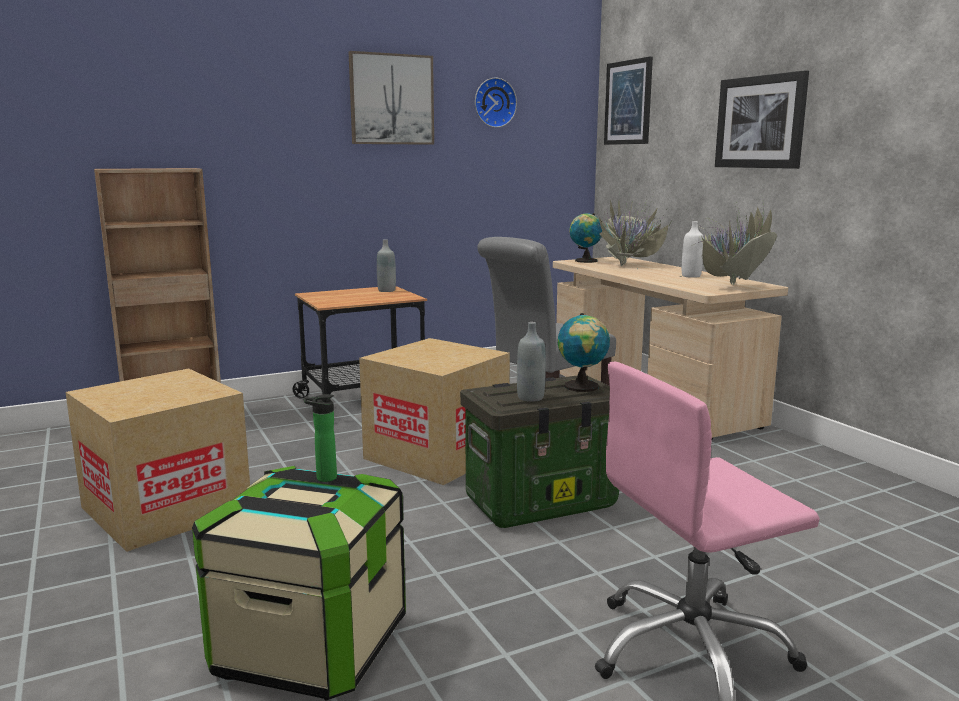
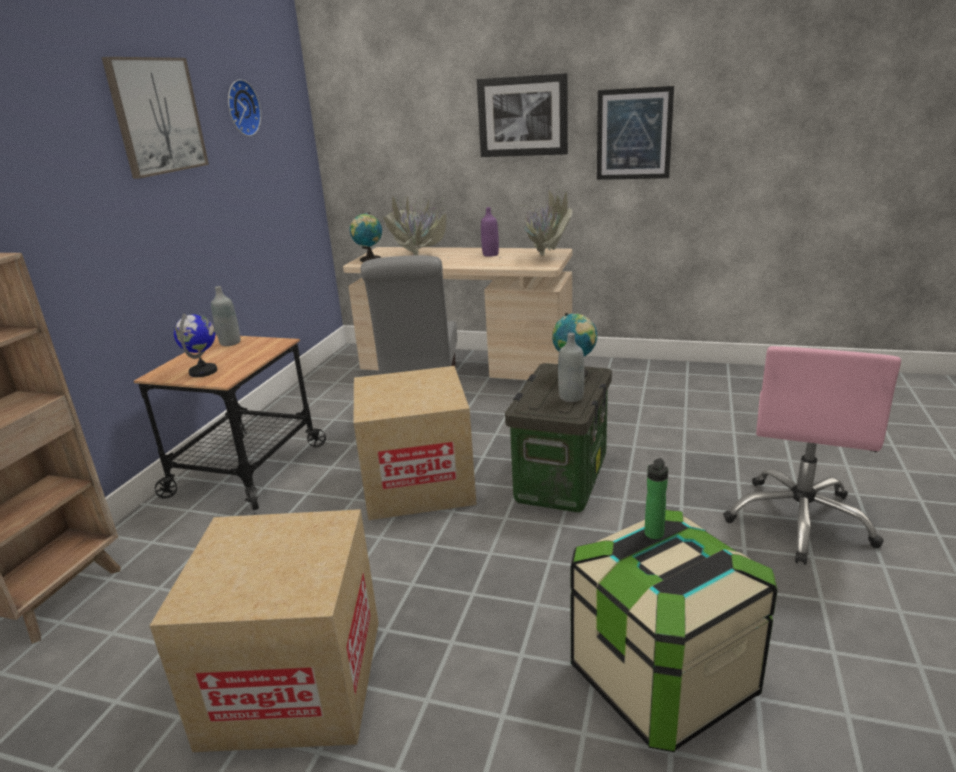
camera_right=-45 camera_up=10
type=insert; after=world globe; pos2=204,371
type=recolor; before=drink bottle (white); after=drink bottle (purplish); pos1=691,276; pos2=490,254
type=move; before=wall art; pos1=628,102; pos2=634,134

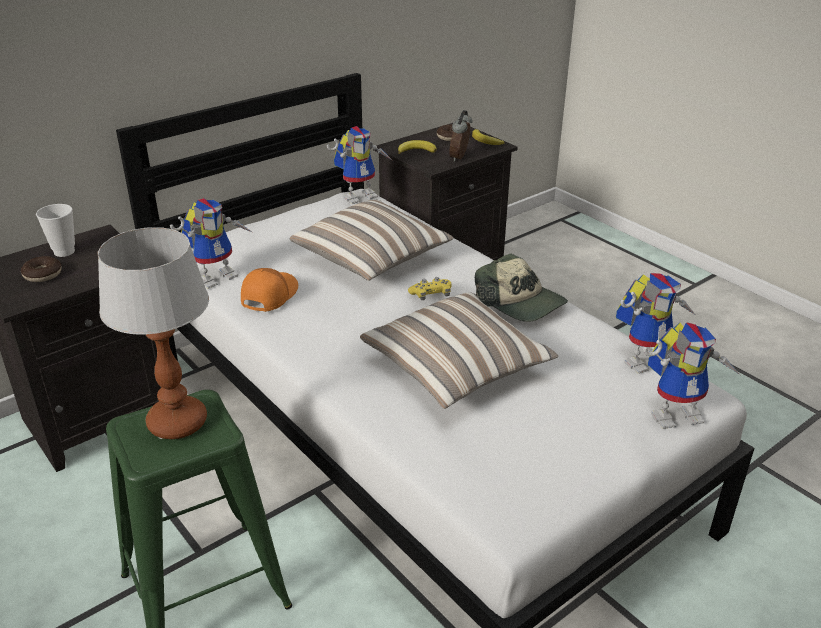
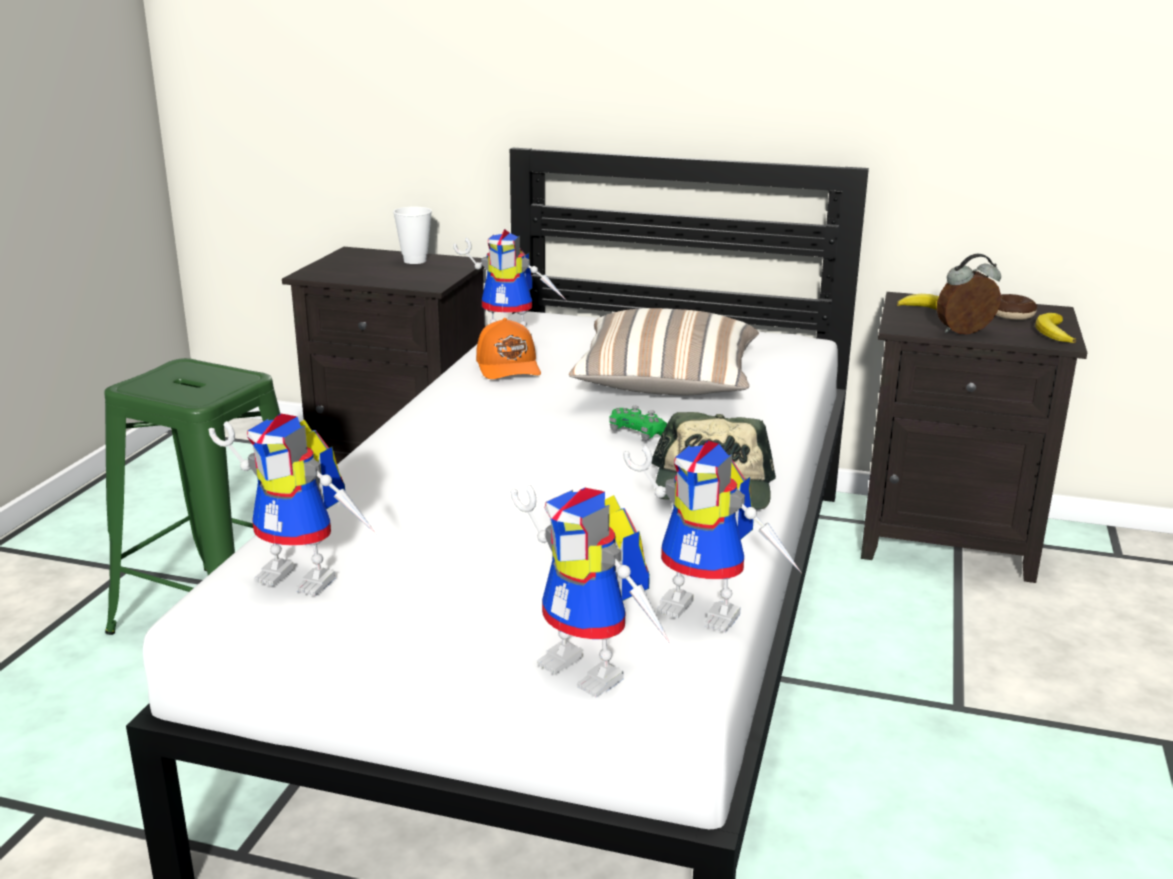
camera_right=55 camera_up=-10
type=move; before=toy robot; pos1=360,195; pos2=308,575
type=rotate; before=baseball cap (orange-coloured); pos1=268,295; pos2=509,367; turn=90
type=recolor; before=gamepad (yellow-coloured); after=gamepad (green-coloured); pos1=431,295; pos2=639,435
type=delete; before=ring doughnut; pos1=43,275
type=delete; before=tabletop lamp; pos1=177,423
type=delete; before=cushion; pos1=457,370

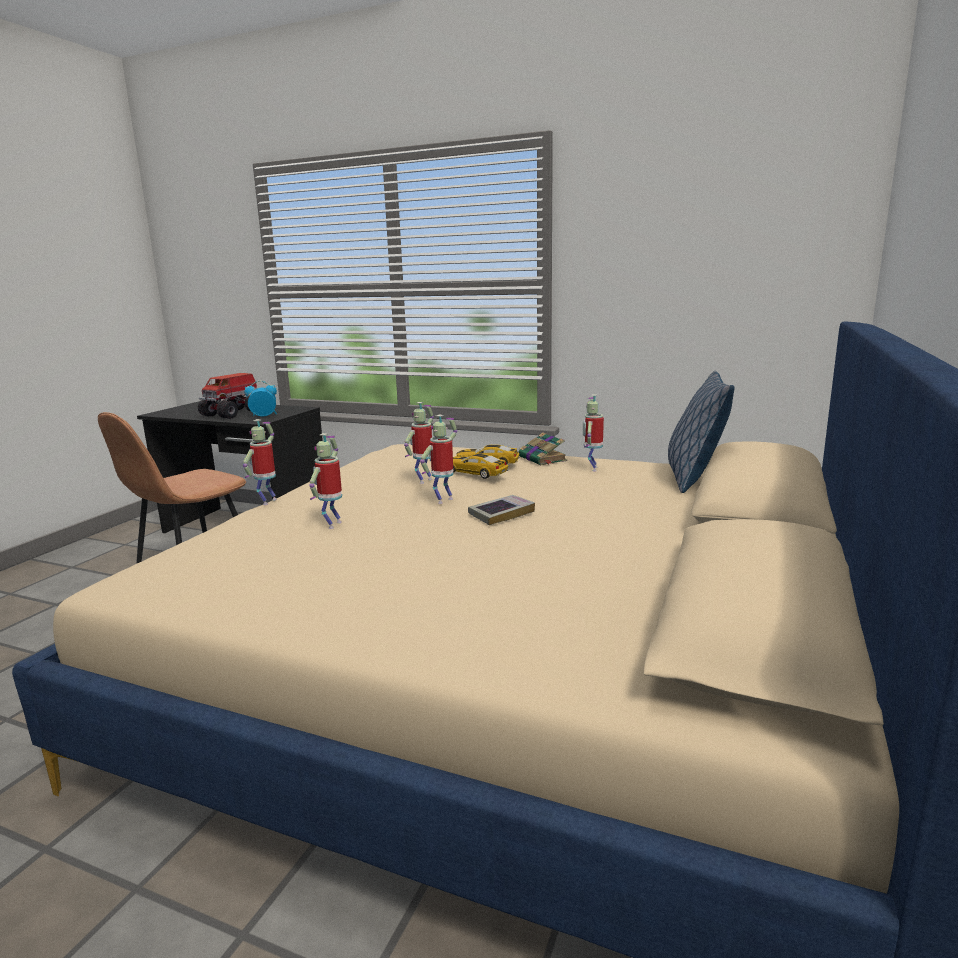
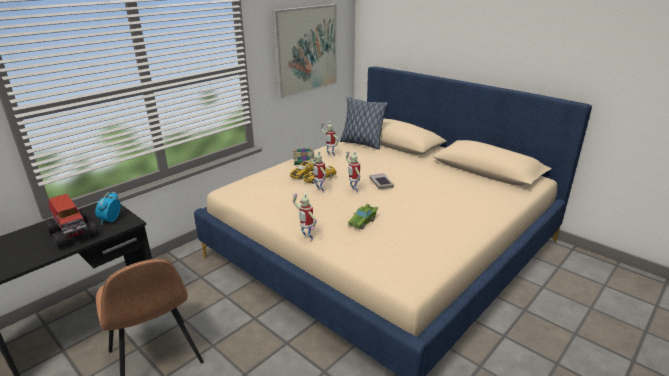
camera_right=-70 camera_up=10
type=insert; after=wall art; pos2=306,50
type=replace; before=toy robot; after=model car (green-coloured); pos1=332,524; pos2=363,222

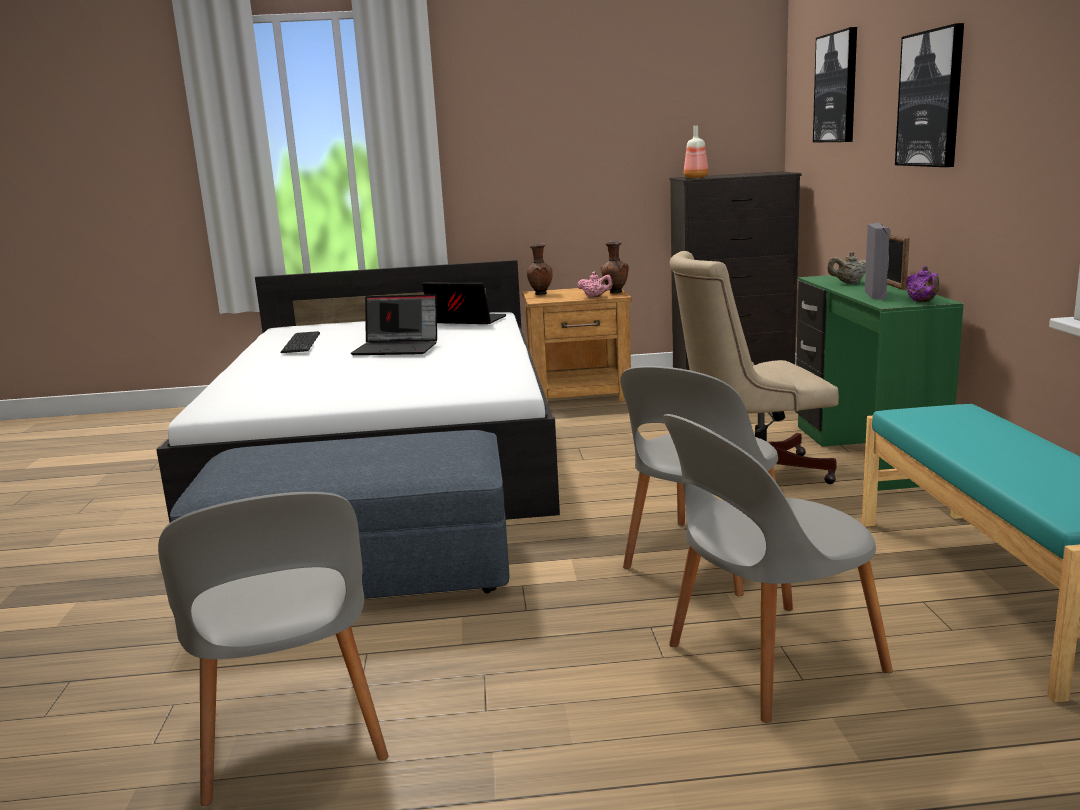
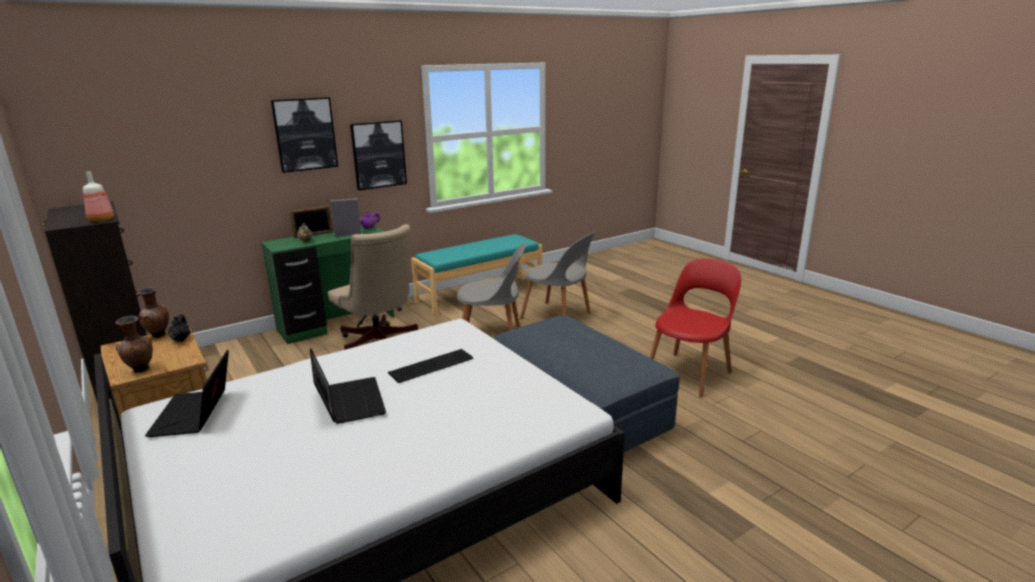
camera_right=-120 camera_up=5
type=recolor; before=teapot (pink); after=teapot (black); pos1=595,297; pos2=181,339
type=move; before=wall art; pos1=837,88; pos2=378,154
type=move; before=keyboard; pos1=303,342; pos2=429,365
type=recolor; before=upright chair (gray); after=upright chair (red-coloured); pos1=290,736; pos2=690,373

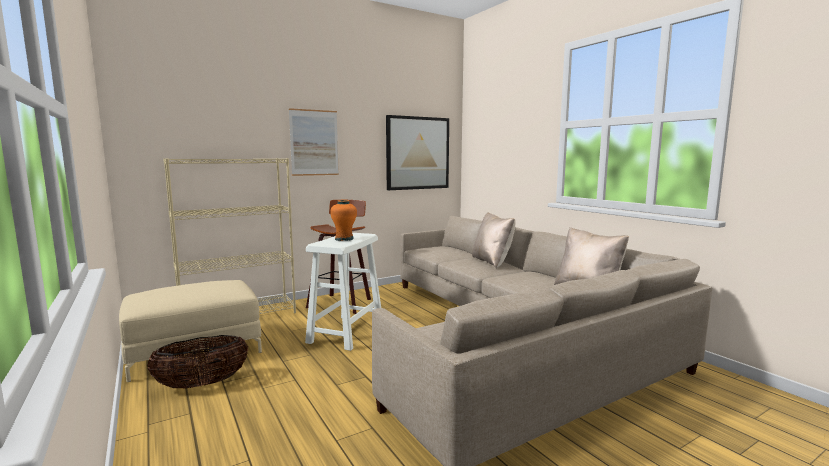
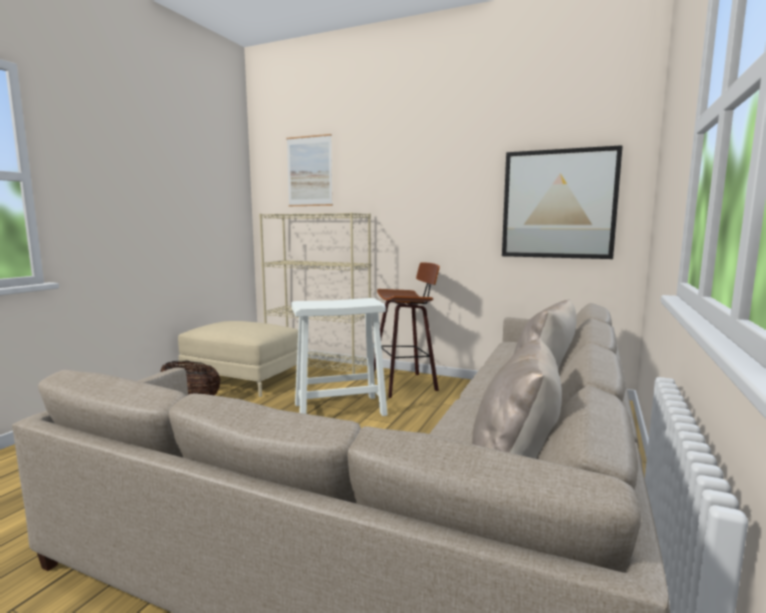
camera_right=55 camera_up=0
type=move; before=wall art; pos1=314,143; pos2=309,171
type=delete; before=decorative vase (orange-coloured); pos1=344,239

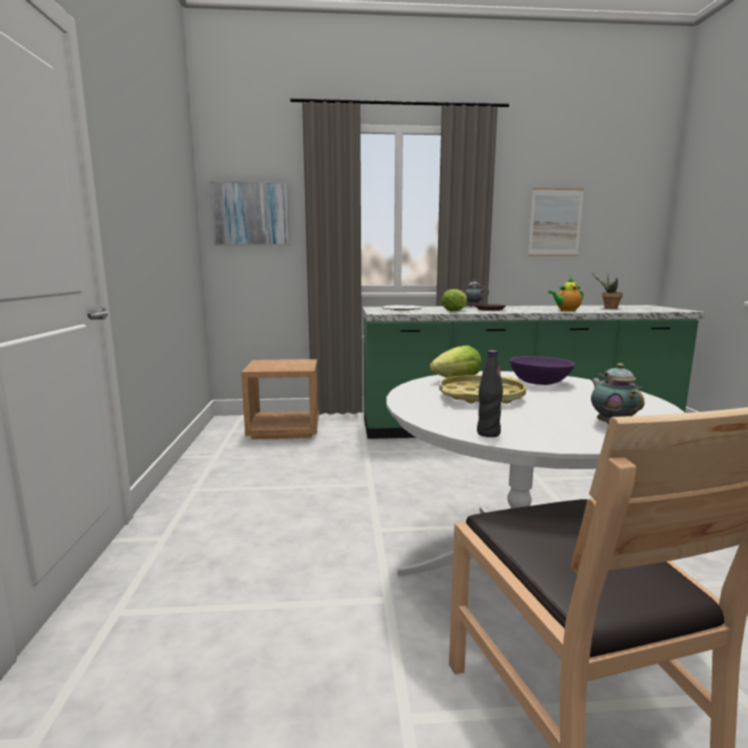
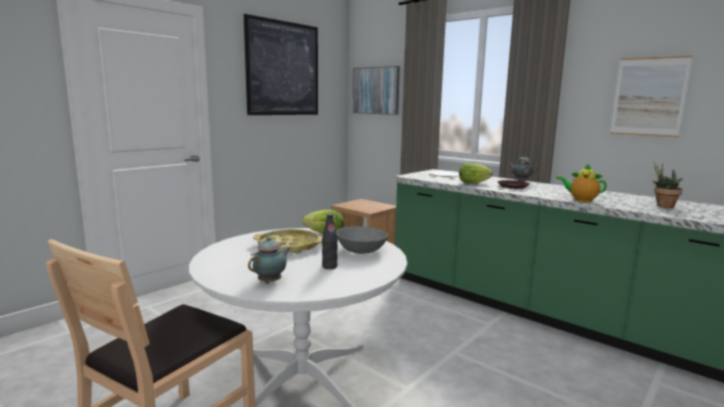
camera_right=45 camera_up=0
type=insert; after=wall art; pos2=283,69
type=move; before=drink bottle (black); pos1=488,433; pos2=329,267
type=recolor; before=bowl (purplish); after=bowl (gray); pos1=540,383; pos2=360,251

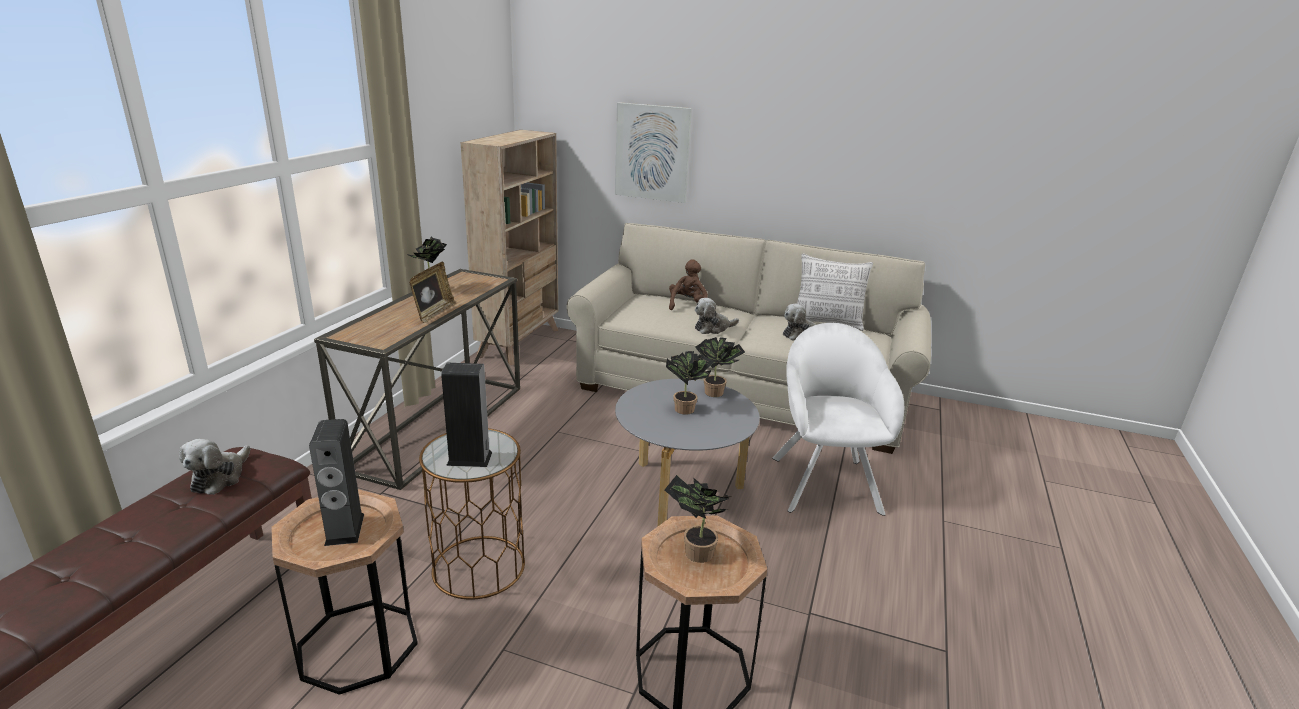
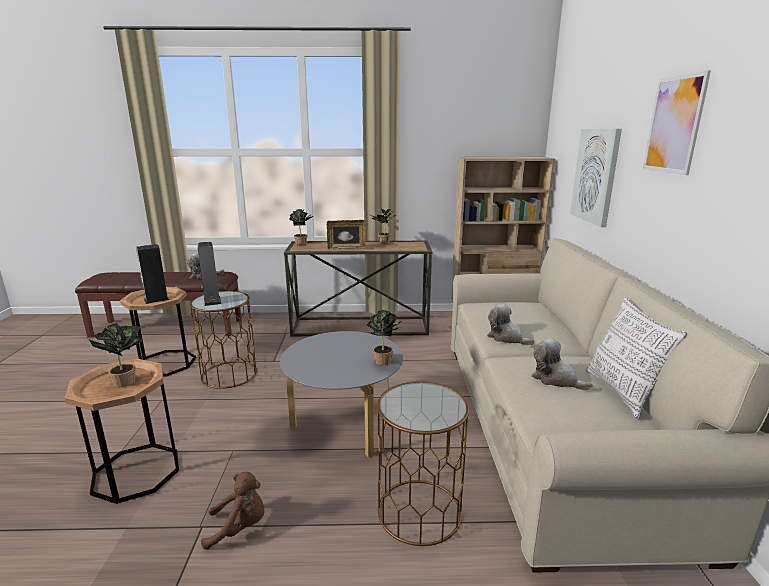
camera_right=70 camera_up=-5
type=move; before=cuddly toy (brown); pos1=687,306; pos2=239,527
type=move; before=potted plant; pos1=686,408; pos2=302,243
type=replace; before=easy chair (white); after=side table (brown); pos1=824,480; pos2=419,511
type=insert; after=wall art; pos2=674,125

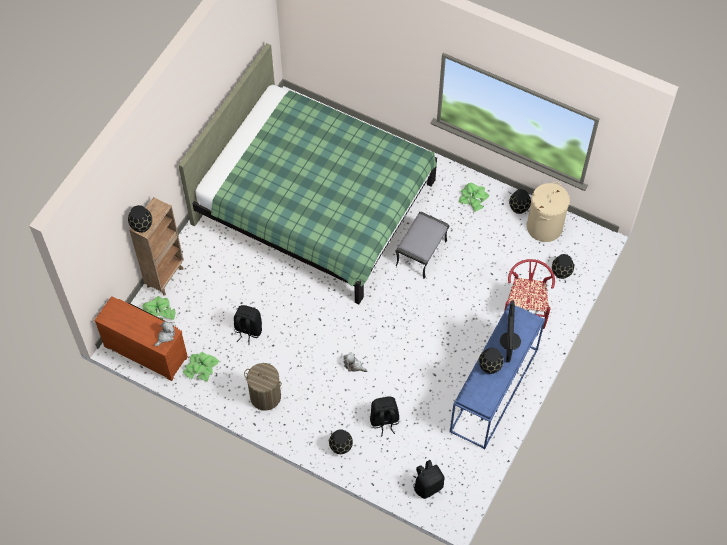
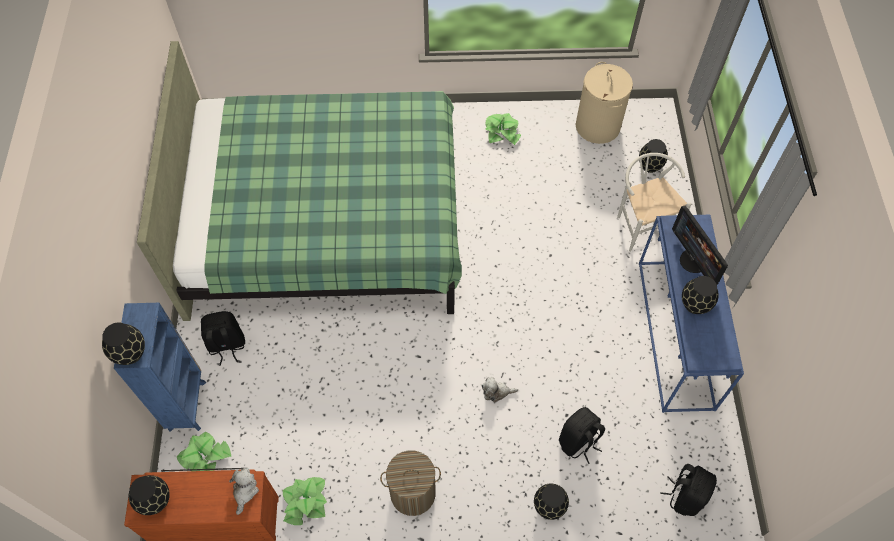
camera_right=-30 camera_up=0
type=recolor; before=shelving unit (brown); after=shelving unit (blue); pos1=165,276; pos2=187,404
type=move; before=decorative vase (black); pos1=518,208; pos2=155,501
type=move; before=rucksack (black); pos1=248,330; pos2=226,345
type=recolor; before=upright chair (red-coloured); after=upright chair (white); pos1=525,309; pos2=642,223
type=delete; before=ottoman (gray); pos1=421,252

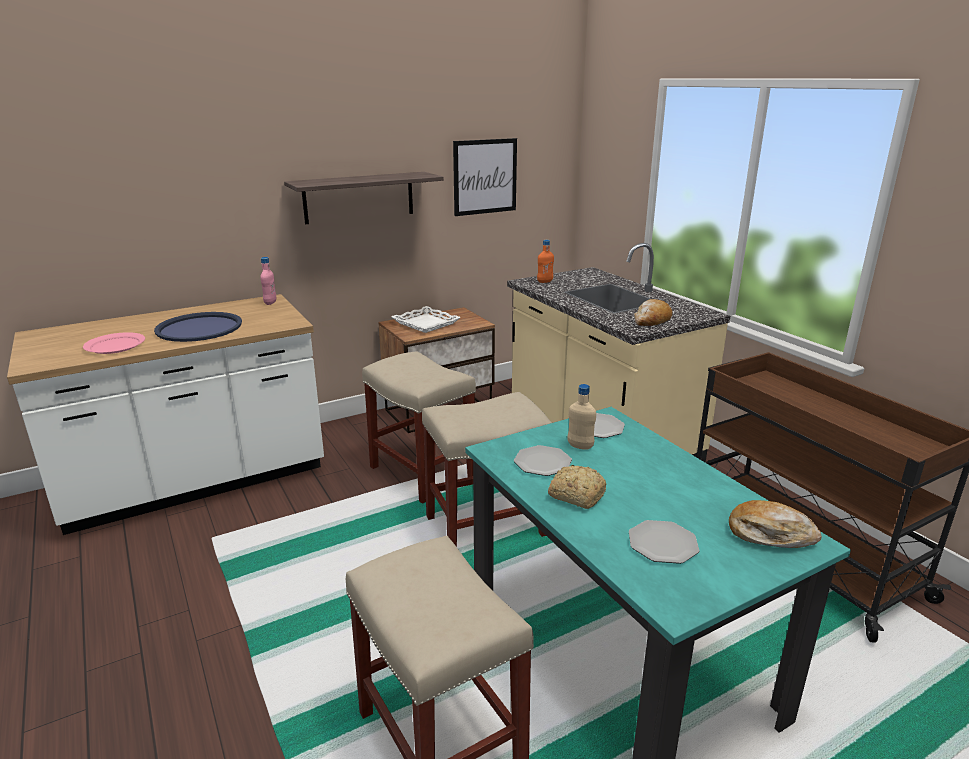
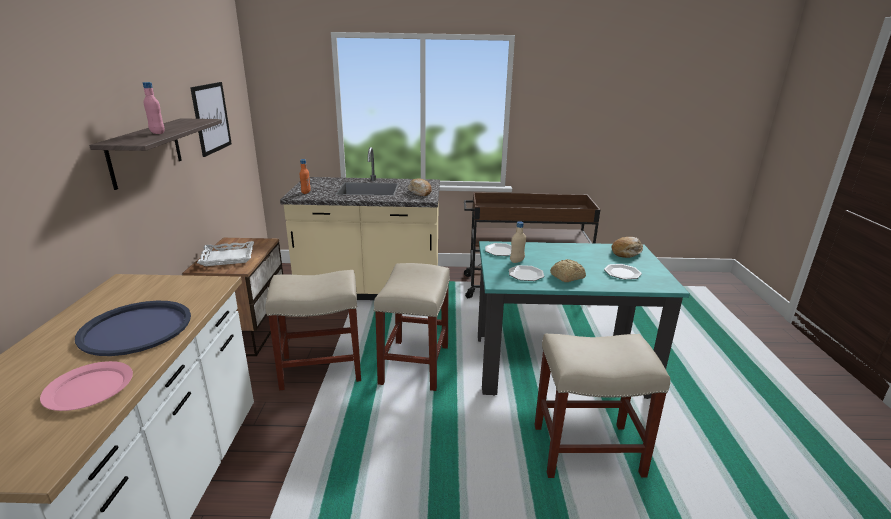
camera_right=-60 camera_up=0
type=move; before=drink bottle (pink); pos1=270,302; pos2=157,133

